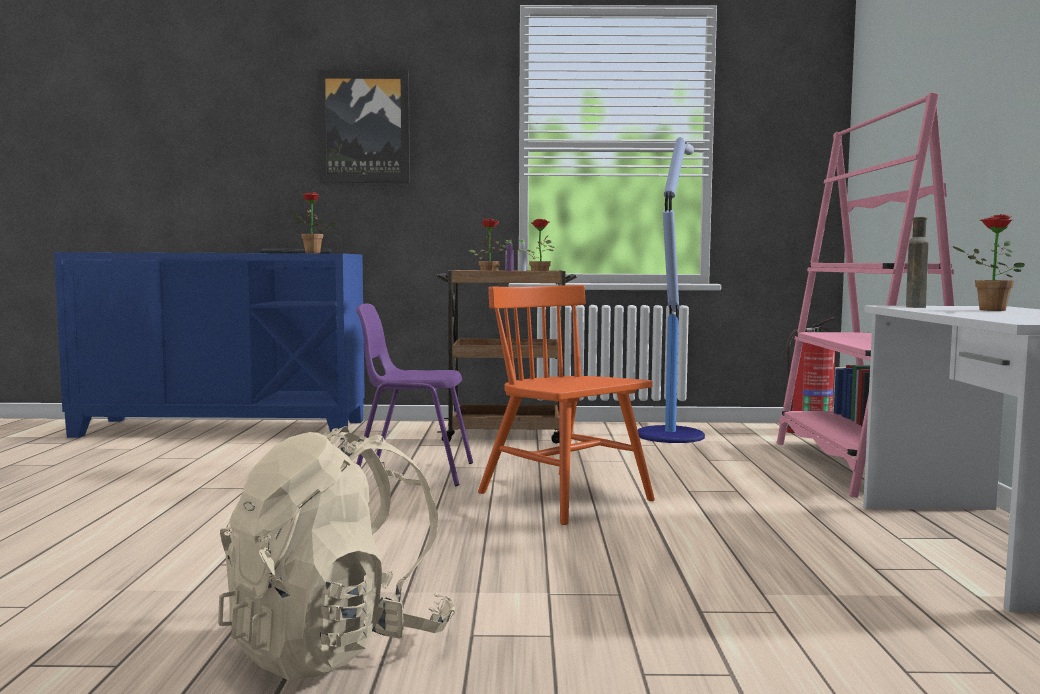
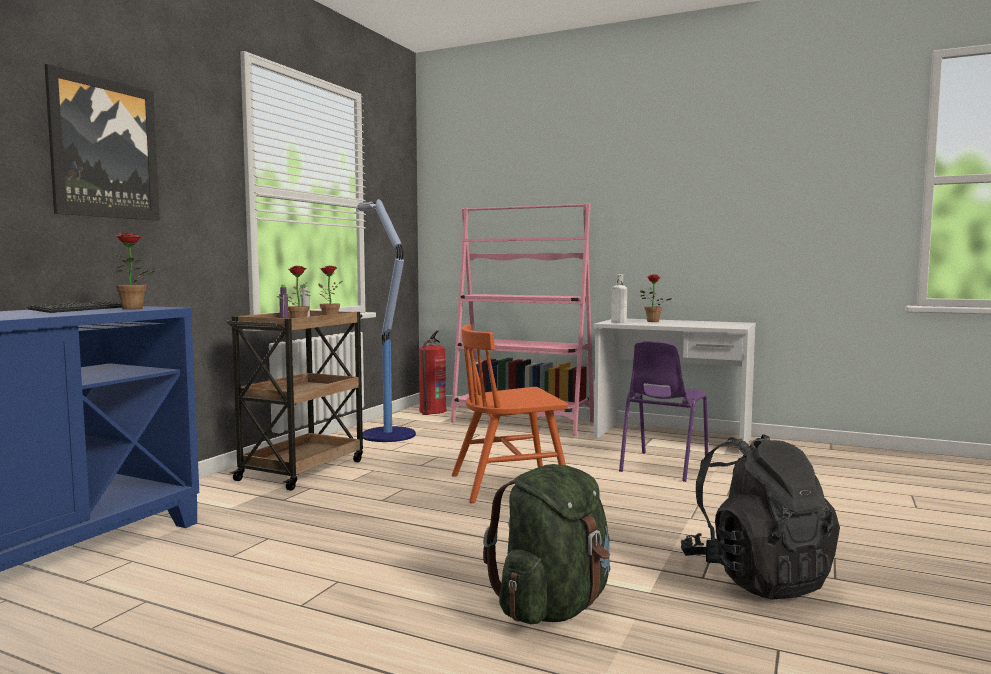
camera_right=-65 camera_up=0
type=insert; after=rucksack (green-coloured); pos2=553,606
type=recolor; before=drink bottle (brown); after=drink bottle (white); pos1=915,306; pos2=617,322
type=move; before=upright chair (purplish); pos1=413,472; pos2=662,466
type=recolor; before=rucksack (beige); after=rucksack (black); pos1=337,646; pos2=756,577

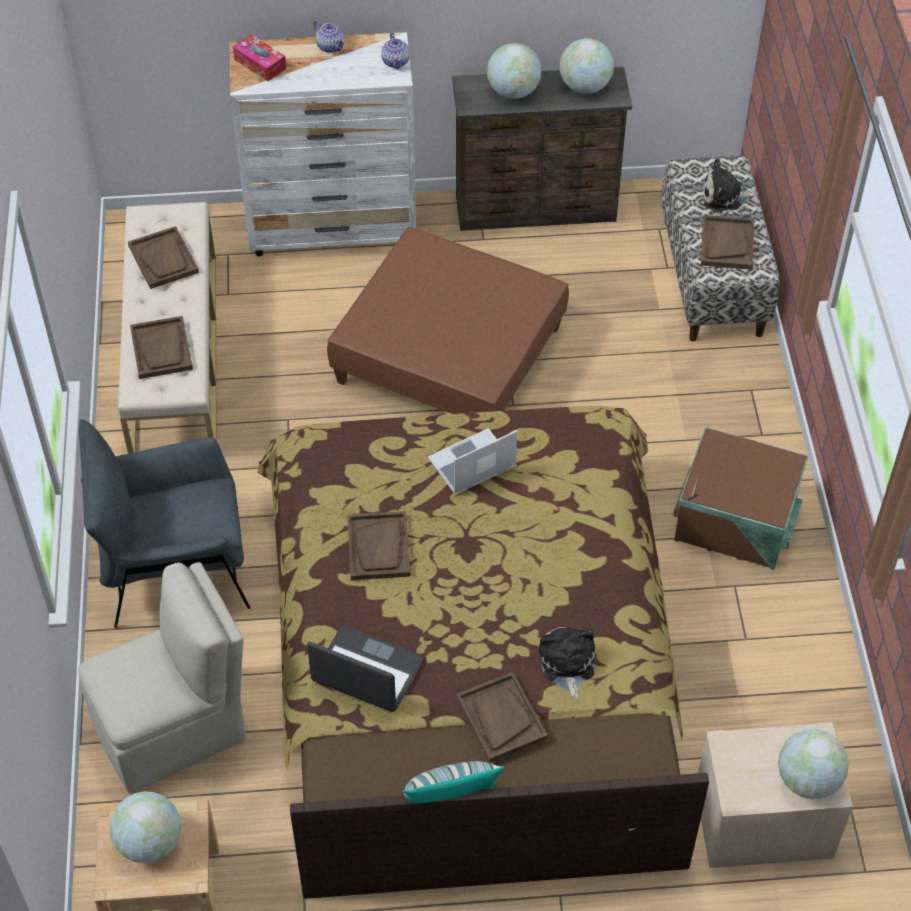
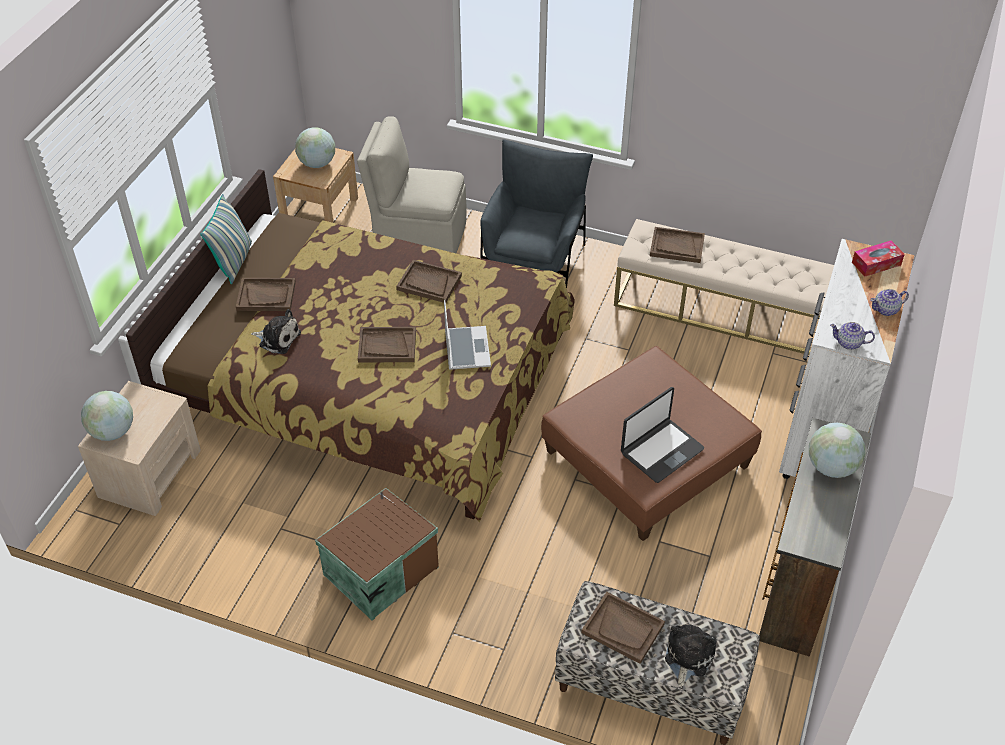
camera_right=115 camera_up=-5
type=rotate; before=upright chair (beige); pos1=173,727; pos2=418,237; turn=105
type=move; before=carrying tray (brown); pos1=163,259; pos2=387,346
type=move; before=laptop; pos1=367,672; pos2=661,451
type=delete; before=world globe; pos1=585,87

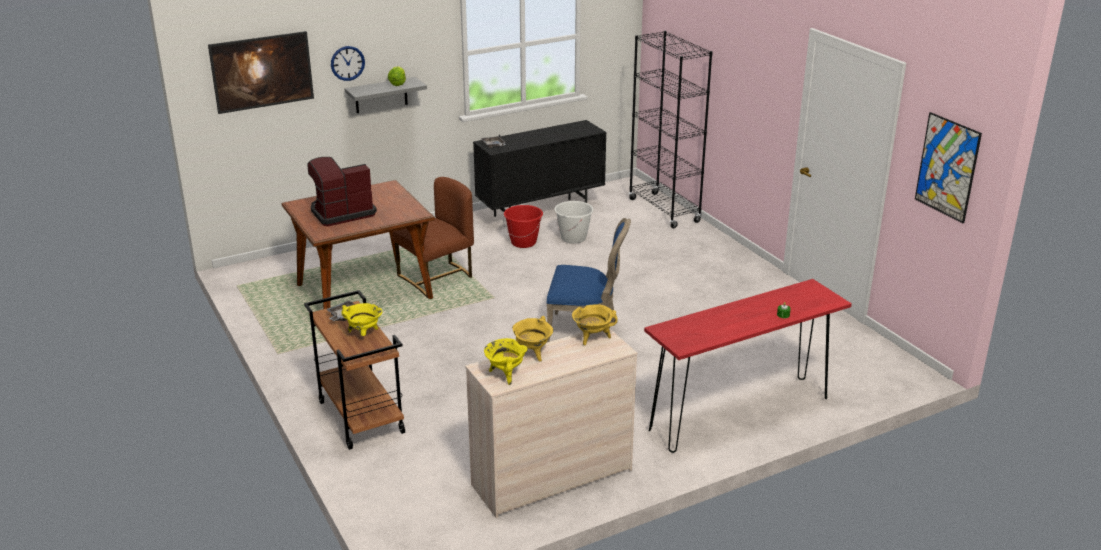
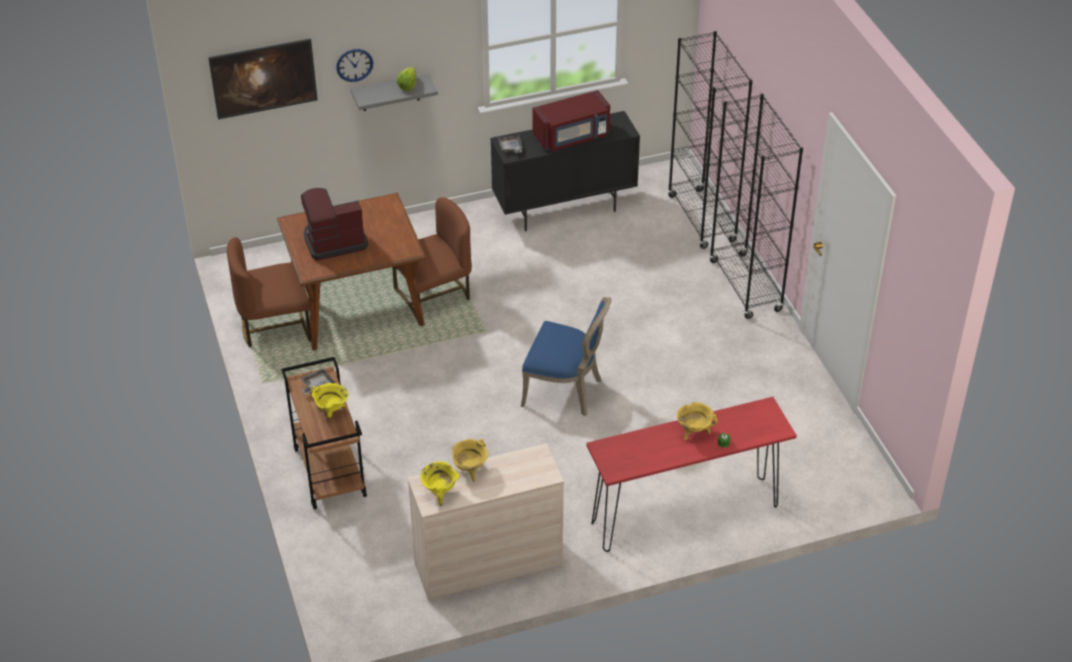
camera_right=10 camera_up=15
type=insert; after=upright chair (brown); pos2=275,327
type=insert; after=microwave oven (red-coloured); pos2=572,137
type=move; before=stockpot (yellow-coloured); pos1=592,338; pos2=694,432
type=insert; after=shelving unit (black); pos2=745,286
type=delete; before=water bucket (red-coloured); pos1=523,242
type=delete; before=water bucket (white); pos1=573,238
type=delete; before=wall art; pos1=947,167

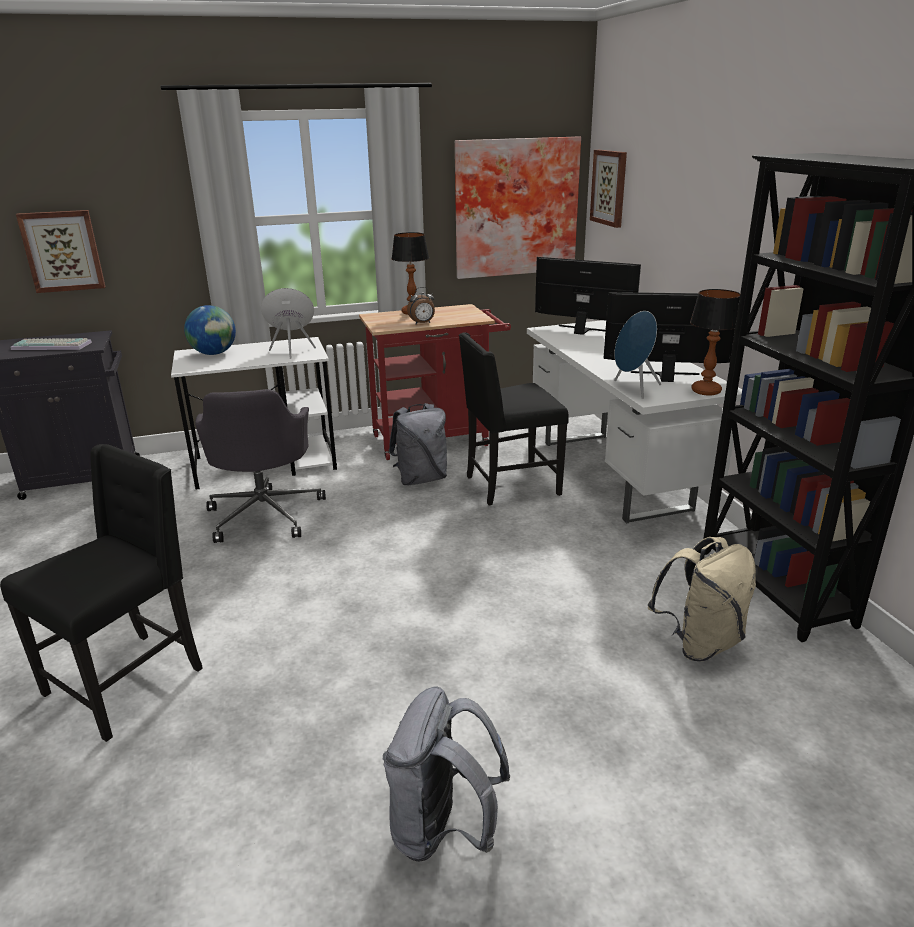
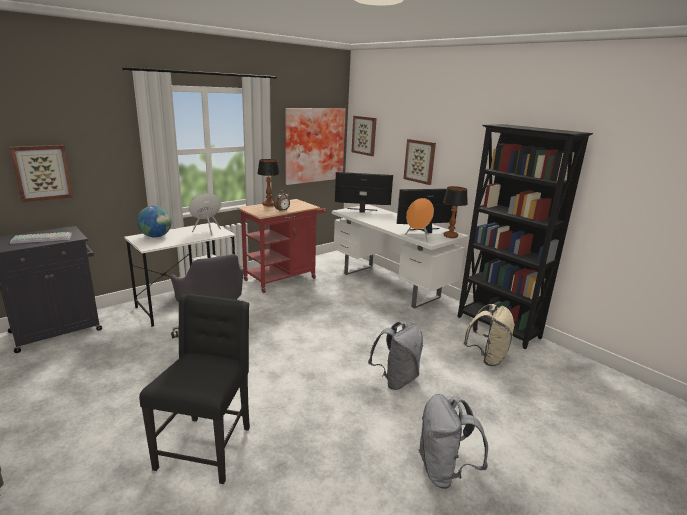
camera_right=-25 camera_up=-5
type=move; before=rucksack (gray); pos1=421,479; pos2=396,380
type=insert; after=wall art; pos2=420,161
type=recolor; before=audio speaker (blue); after=audio speaker (orange-coloured); pos1=633,389; pos2=418,238
type=delete; before=upright chair (black); pos1=510,485

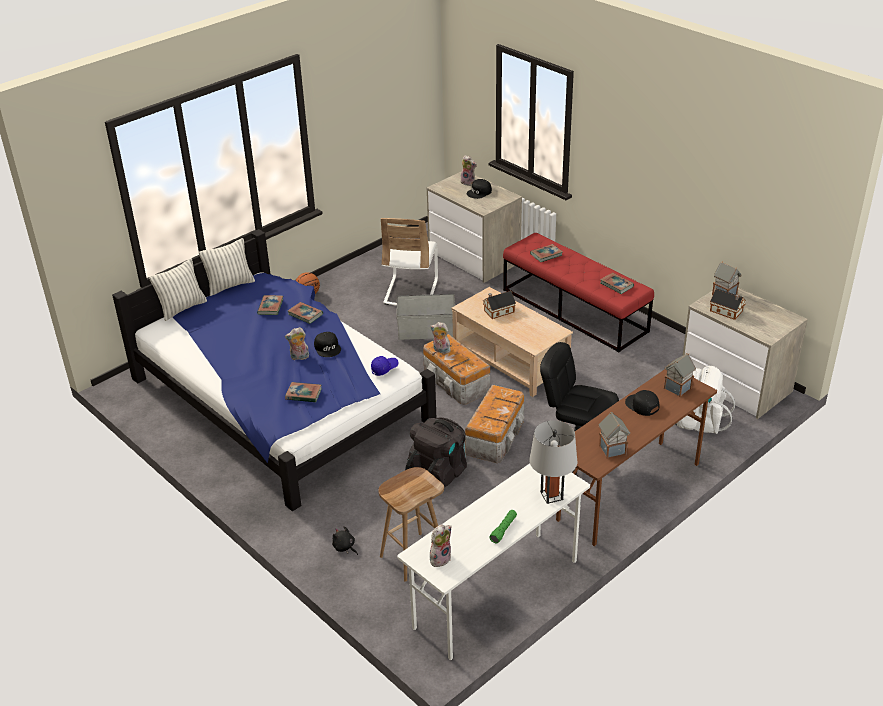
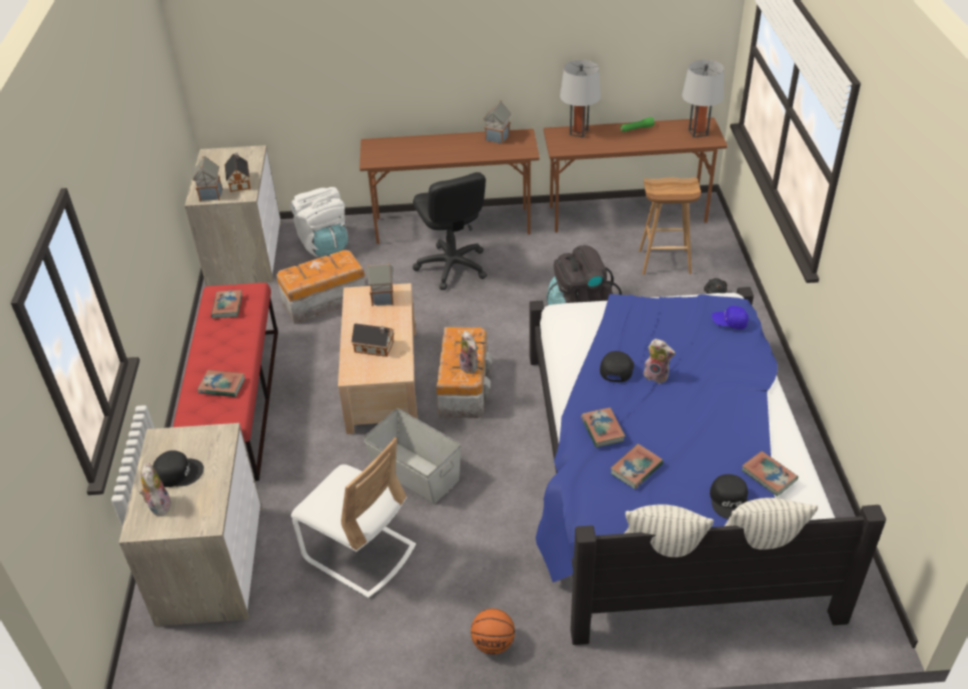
camera_right=-140 camera_up=5
type=move; before=storage box; pos1=496,436; pos2=323,301
type=rotate; before=upright chair (white); pos1=411,291; pos2=359,553; turn=75
type=move; before=toy house; pos1=677,388; pos2=383,298
type=recolor; before=desk table (white); after=desk table (brown); pos1=496,595; pos2=627,214
type=replace; before=cuddly toy; after=tabletop lamp (gray); pos1=440,558; pos2=698,132
type=move; before=baseball cap (black); pos1=641,405; pos2=730,500
type=move; before=baseball cap (blue); pos1=384,369; pos2=729,323
type=move; before=book; pos1=303,394; pos2=769,475

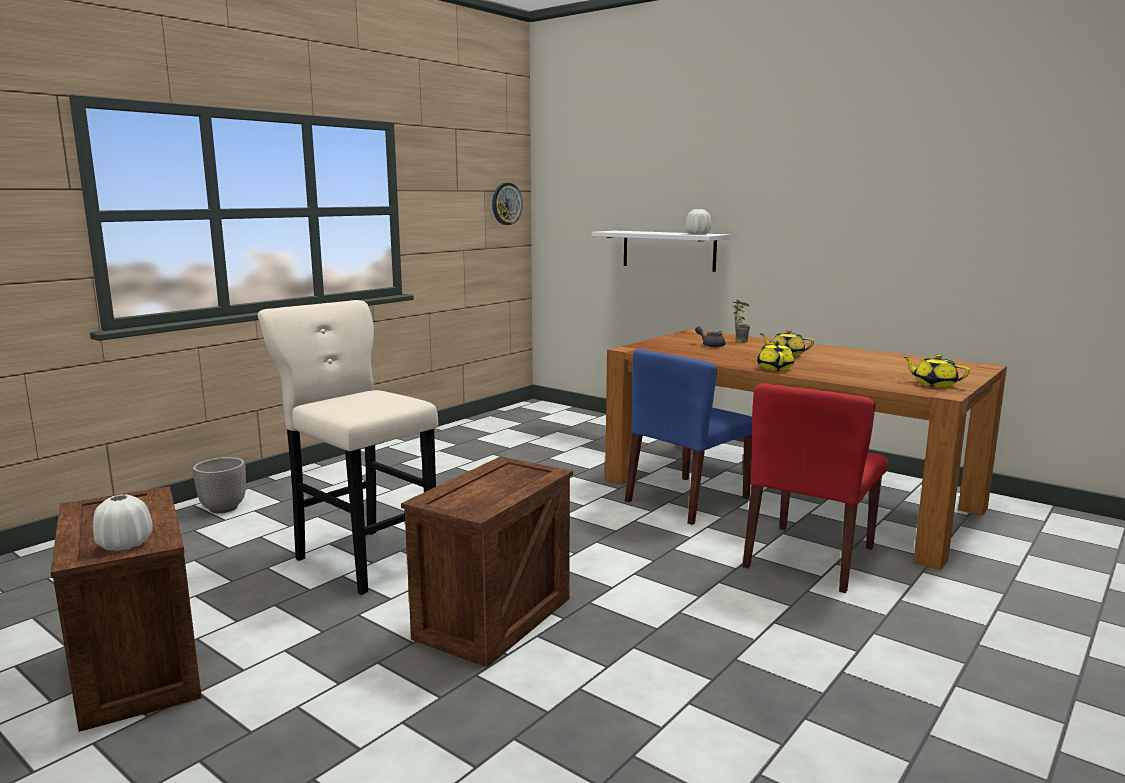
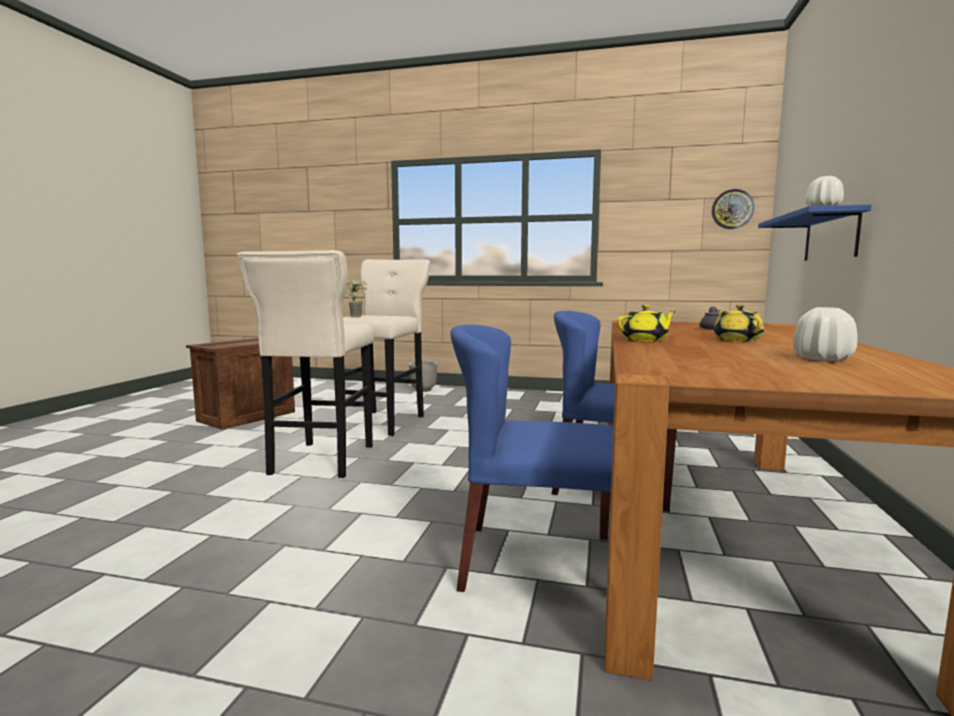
camera_right=65 camera_up=-5
type=replace; before=crate; after=stool seat (beige); pos1=494,619; pos2=321,462
type=move; before=potted plant; pos1=738,341; pos2=357,316
type=recolor; before=upright chair (red-coloured); after=upright chair (blue); pos1=809,557; pos2=536,561
type=recolor; before=bracket shelf (white); after=bracket shelf (blue); pos1=668,250; pos2=830,236
type=move; before=decorative vase (white); pos1=125,544; pos2=822,359
type=delete; before=teapot (yellow-coloured); pos1=934,384

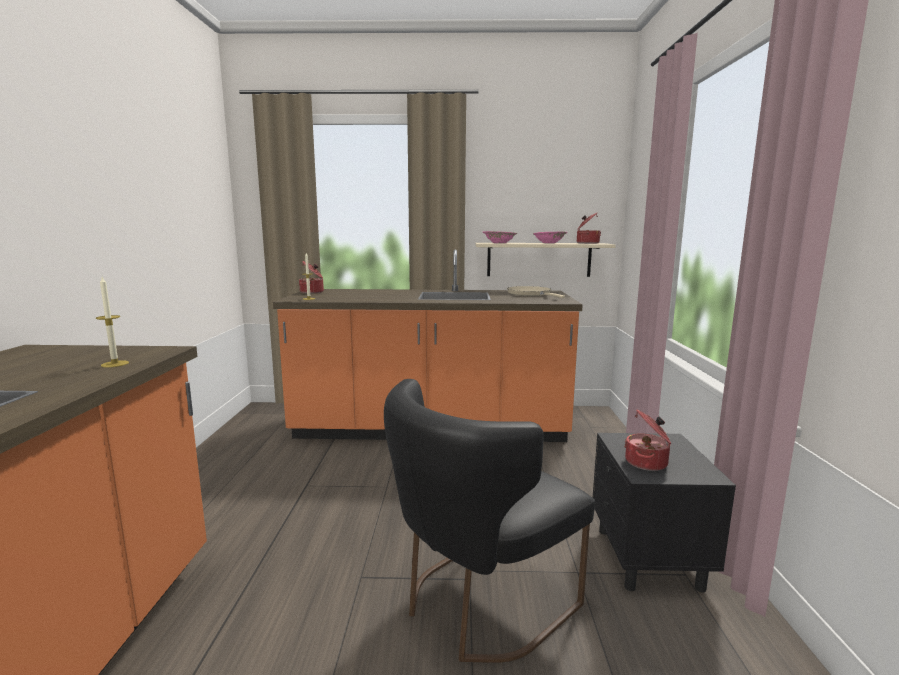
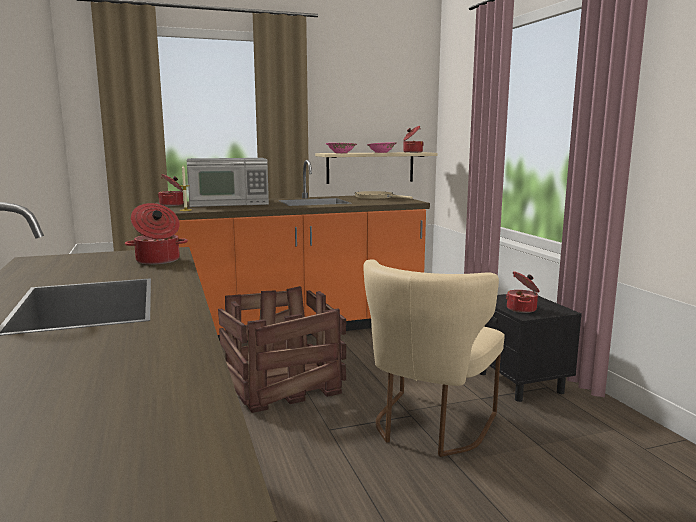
camera_right=-20 camera_up=0
type=replace; before=candle; after=stockpot; pos1=115,364; pos2=158,261
type=insert; after=microwave oven; pos2=229,203
type=insert; after=crate; pos2=283,383
type=recolor; before=upright chair (black); after=upright chair (beige); pos1=479,604; pos2=429,427

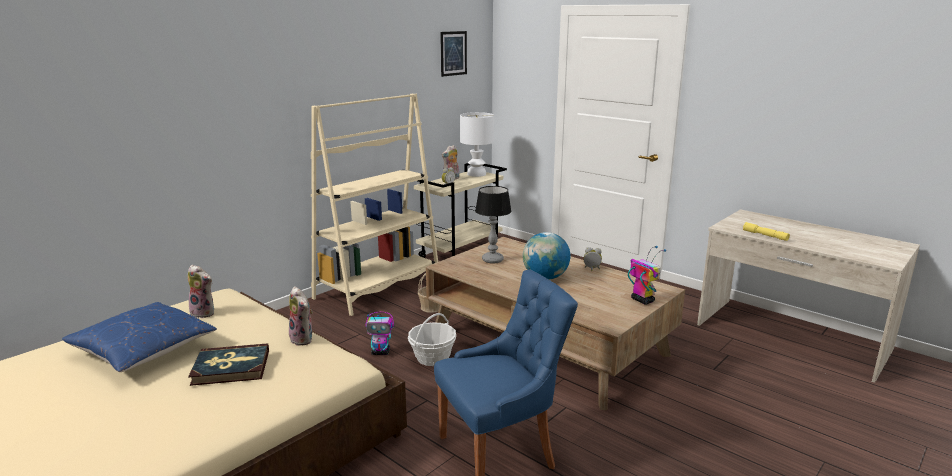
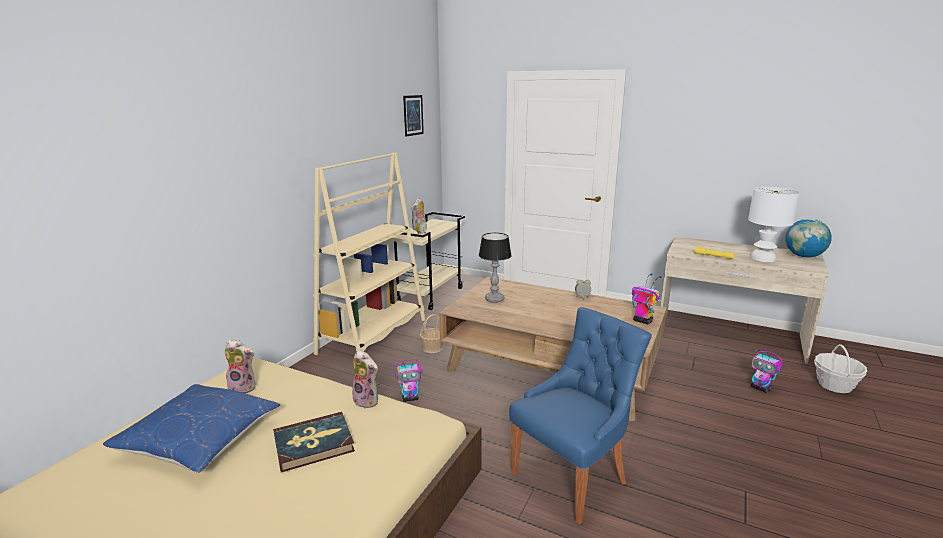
camera_right=-15 camera_up=0
type=move; before=tabletop lamp (white); pos1=477,174; pos2=763,258
type=insert; after=toy robot; pos2=761,388
type=move; before=world globe; pos1=545,277; pos2=803,256
type=move; before=basket; pos1=432,358; pos2=834,385

